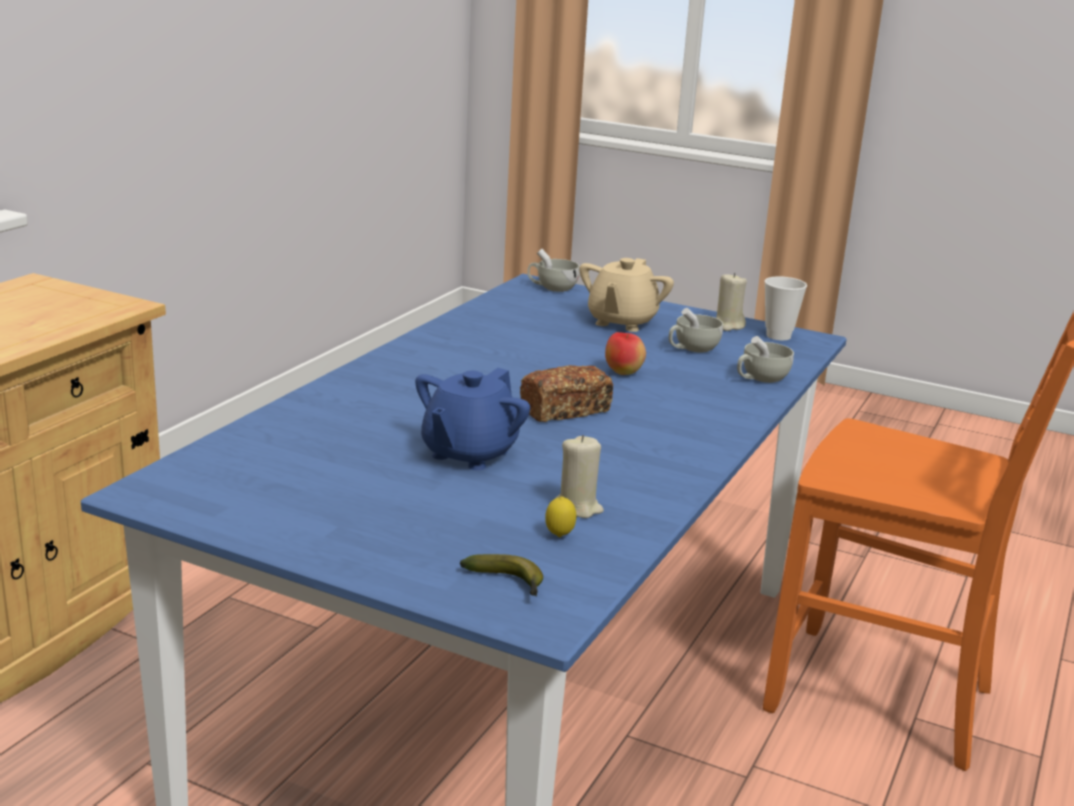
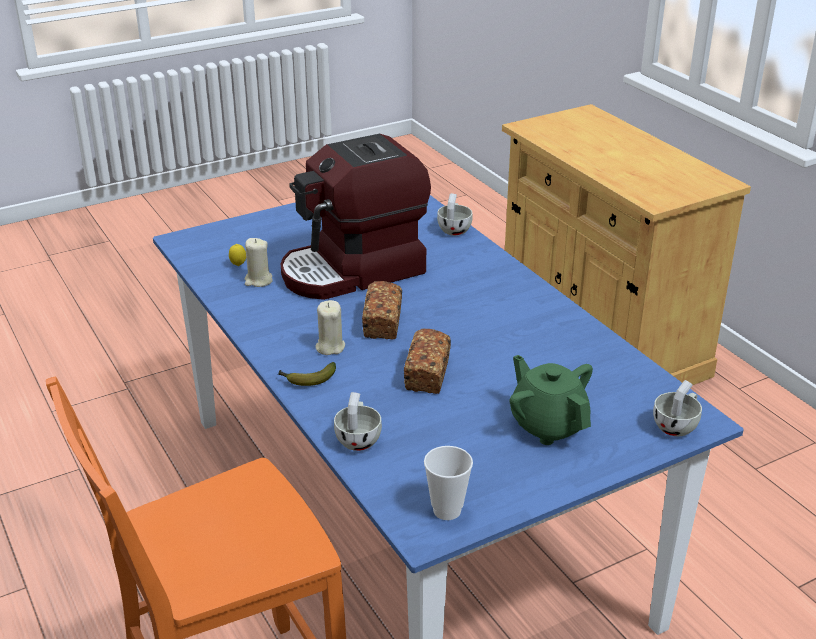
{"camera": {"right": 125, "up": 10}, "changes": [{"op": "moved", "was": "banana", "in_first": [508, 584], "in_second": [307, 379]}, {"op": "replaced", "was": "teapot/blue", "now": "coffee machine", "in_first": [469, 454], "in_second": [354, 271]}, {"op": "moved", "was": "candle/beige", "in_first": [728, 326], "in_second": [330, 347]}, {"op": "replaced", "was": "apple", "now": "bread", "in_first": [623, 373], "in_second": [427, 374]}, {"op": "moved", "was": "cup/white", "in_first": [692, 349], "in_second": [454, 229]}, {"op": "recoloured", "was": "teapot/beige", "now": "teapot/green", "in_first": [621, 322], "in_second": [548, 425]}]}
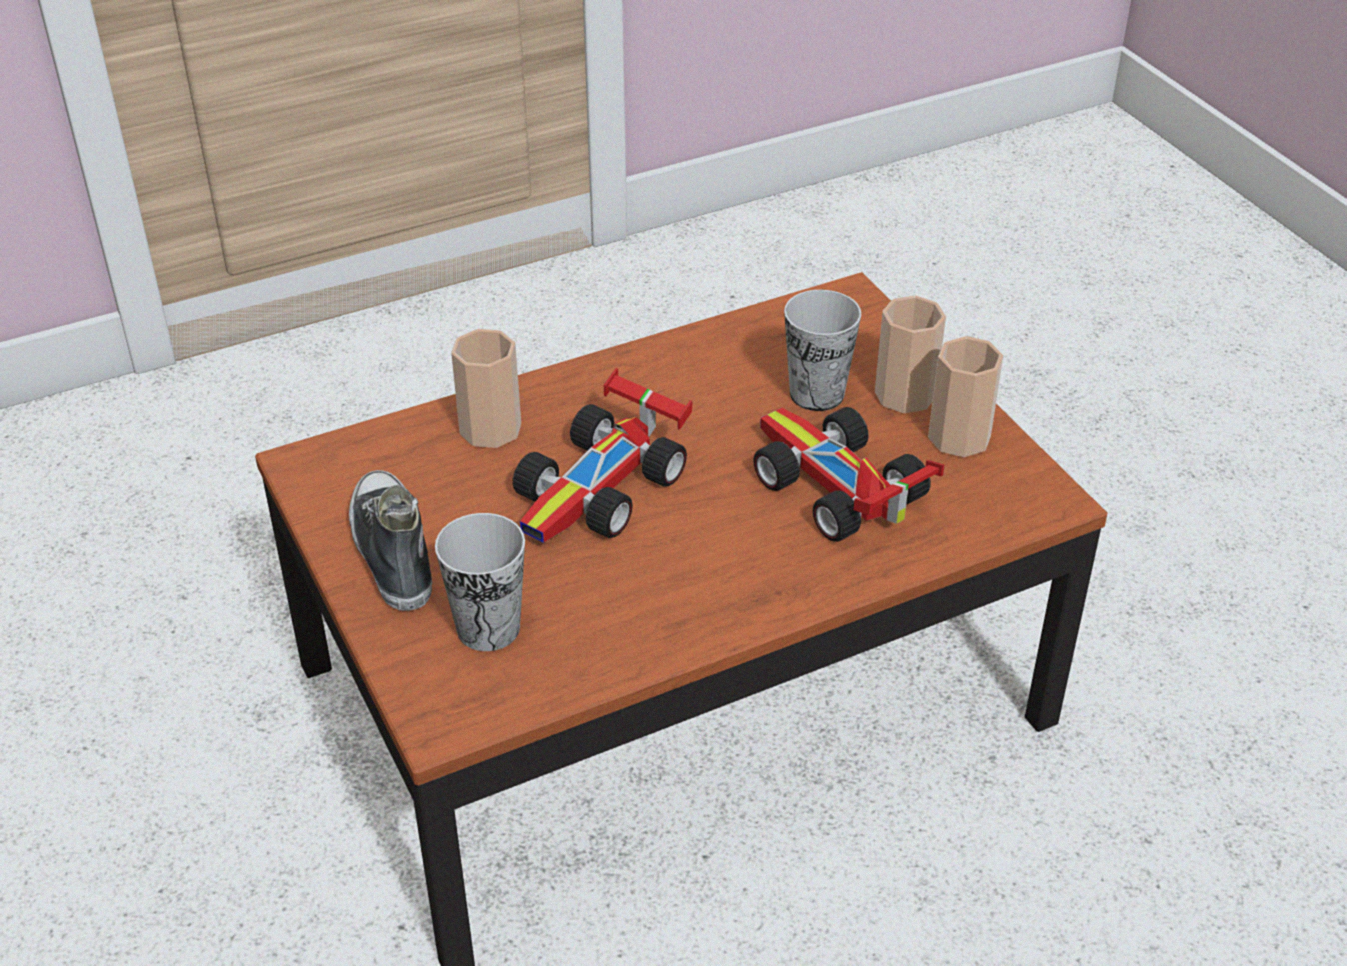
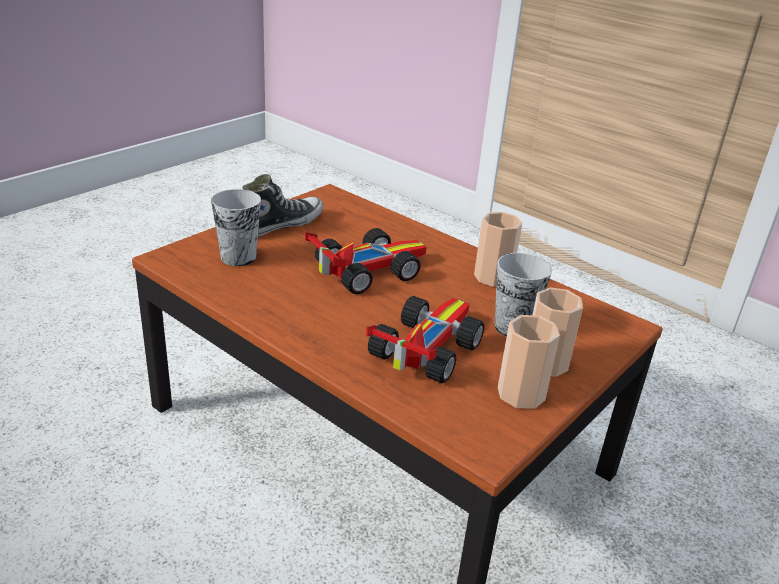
{"camera": {"right": 65, "up": -10}, "changes": [{"op": "turned", "was": "toy car", "in_first": [602, 488], "in_second": [366, 270], "clockwise": 135}, {"op": "moved", "was": "cup", "in_first": [490, 429], "in_second": [493, 277]}]}
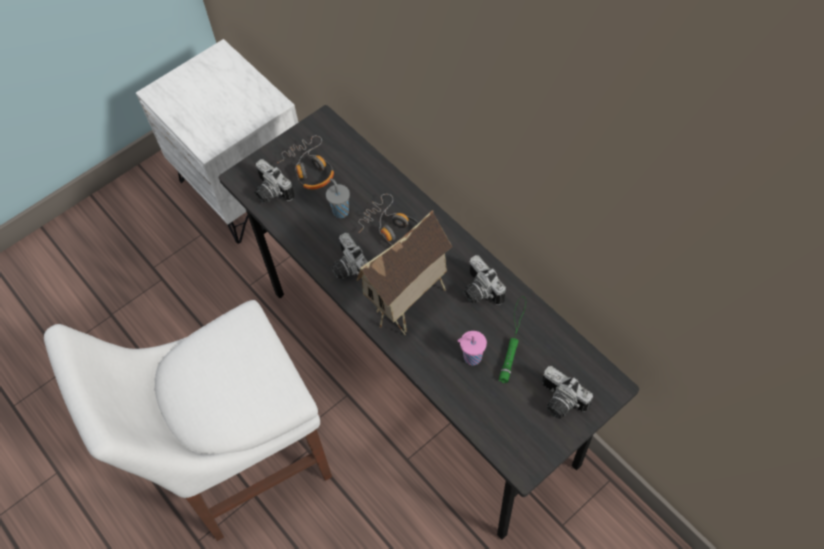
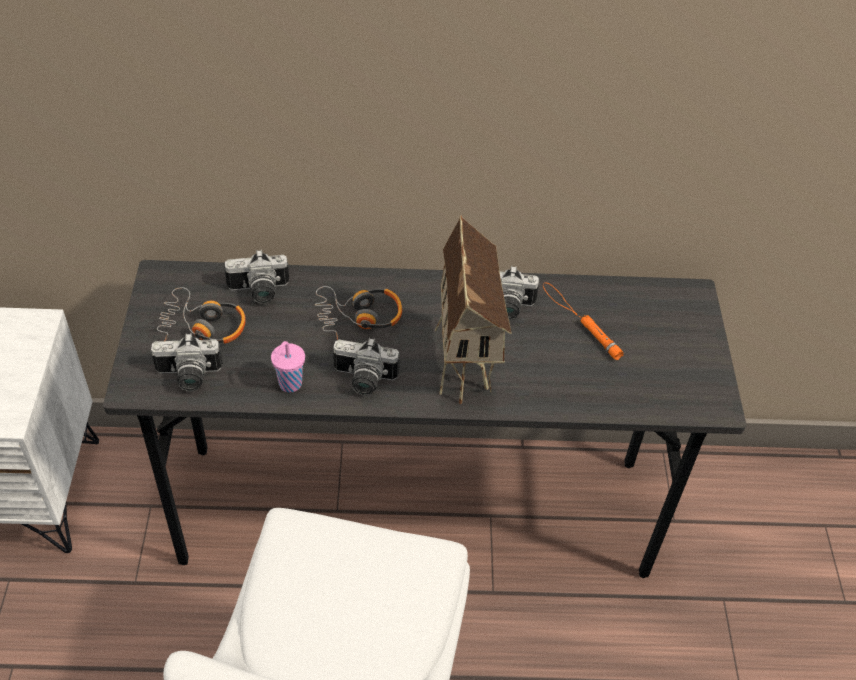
{"camera": {"right": -55, "up": -10}, "changes": [{"op": "moved", "was": "photo camera", "in_first": [559, 402], "in_second": [259, 292]}, {"op": "moved", "was": "cup/pink", "in_first": [471, 357], "in_second": [289, 385]}, {"op": "recoloured", "was": "flashlight/green", "now": "flashlight/orange", "in_first": [513, 339], "in_second": [580, 320]}, {"op": "removed", "was": "cup/grey", "in_first": [340, 211]}]}
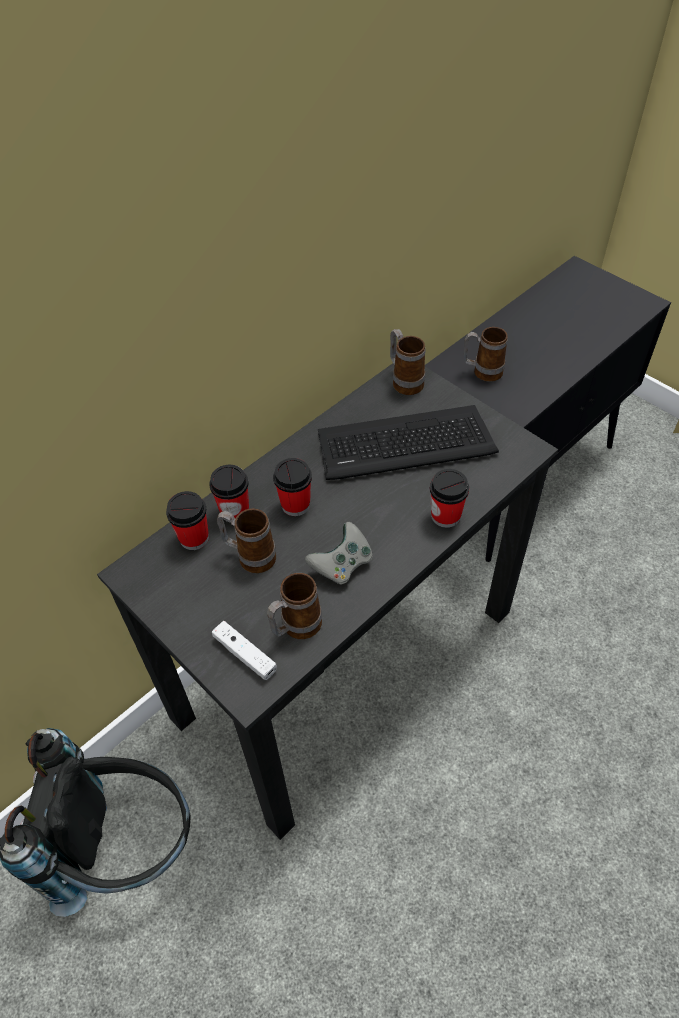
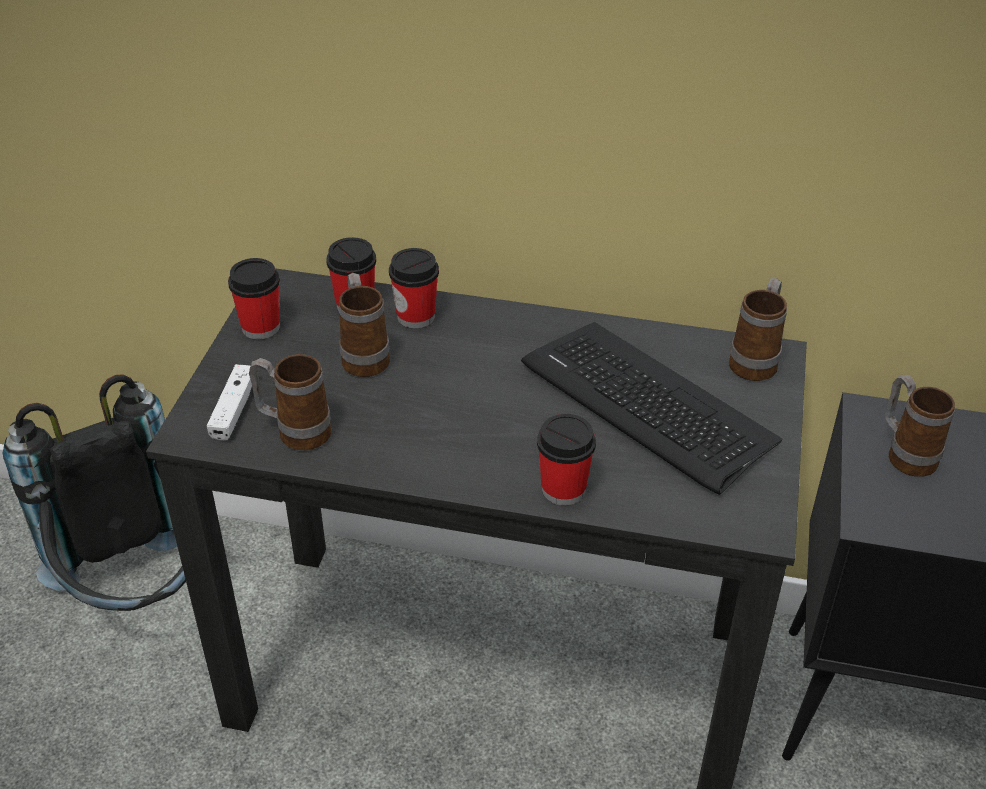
{"camera": {"right": 55, "up": -10}, "changes": [{"op": "moved", "was": "cup", "in_first": [295, 504], "in_second": [261, 327]}, {"op": "removed", "was": "game controller/grey", "in_first": [342, 565]}]}
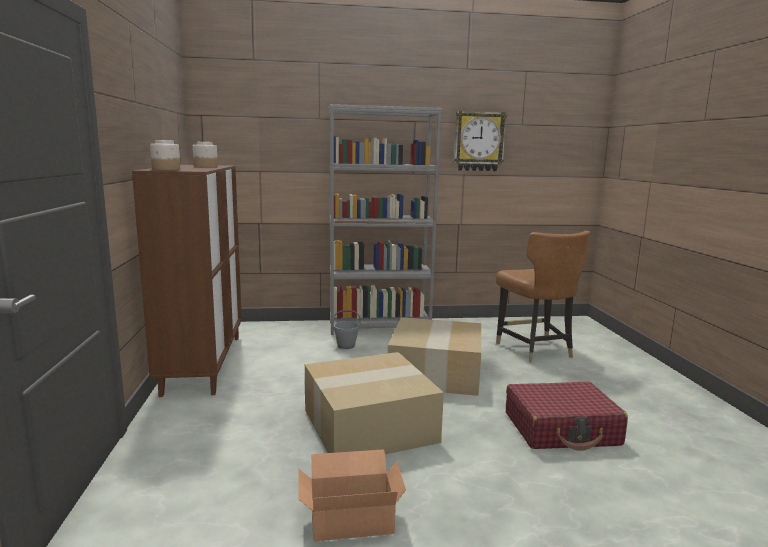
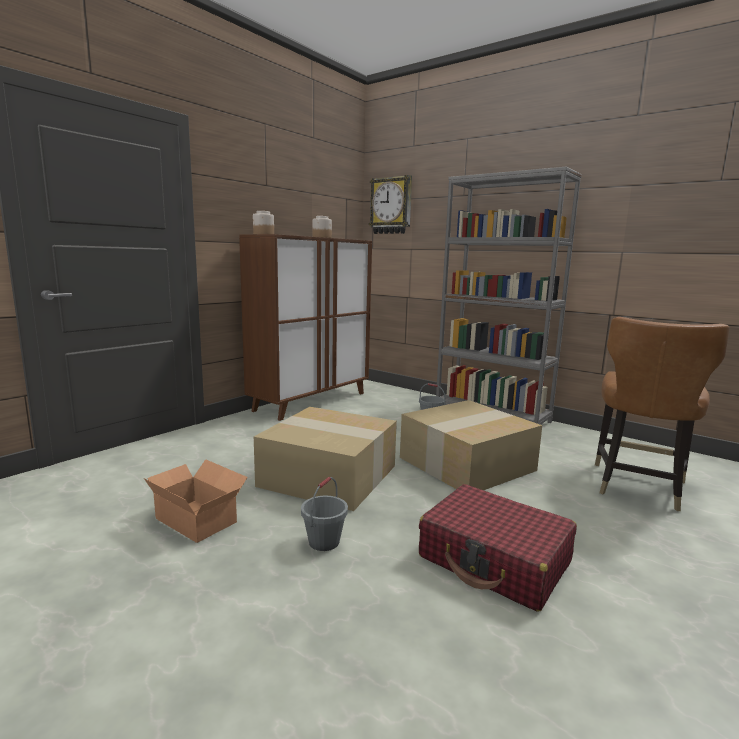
{"camera": {"right": 45, "up": 0}, "changes": [{"op": "added", "now": "bucket/grey", "in_second": [324, 541]}, {"op": "moved", "was": "wall clock", "in_first": [478, 141], "in_second": [391, 206]}]}
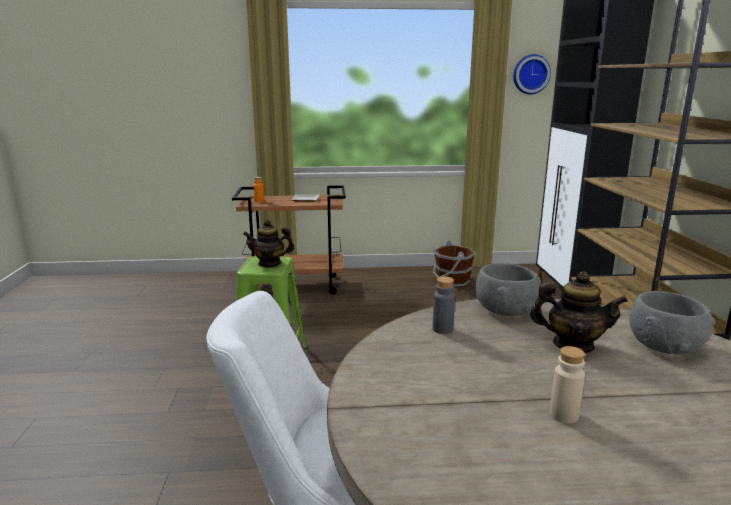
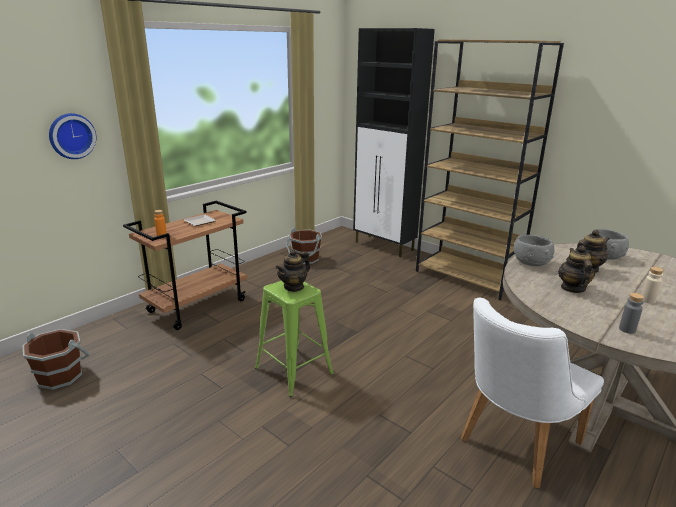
{"camera": {"right": -45, "up": 5}, "changes": [{"op": "added", "now": "bucket/brown", "in_second": [60, 375]}, {"op": "moved", "was": "wall clock", "in_first": [530, 74], "in_second": [71, 136]}, {"op": "added", "now": "teapot", "in_second": [572, 288]}, {"op": "moved", "was": "bottle/grey", "in_first": [442, 329], "in_second": [627, 329]}]}
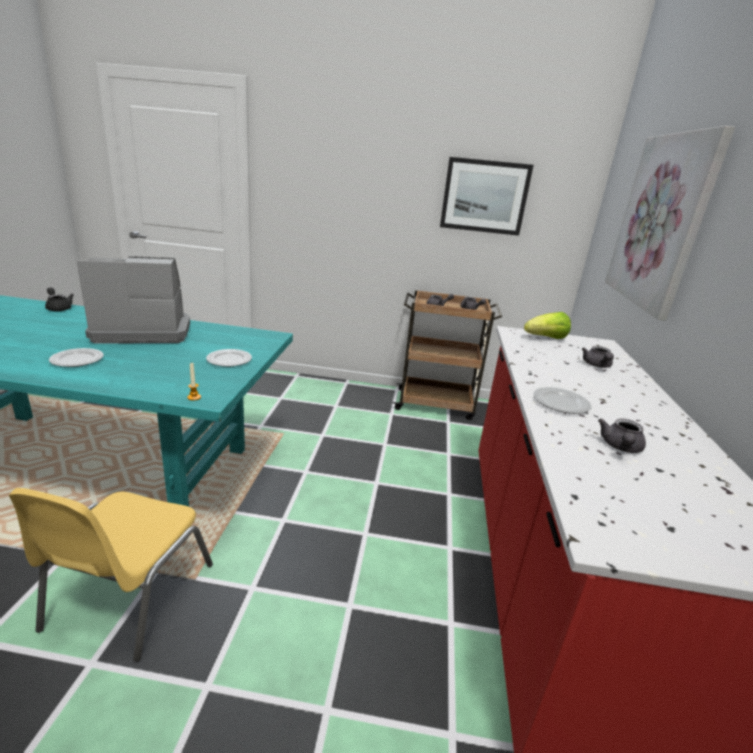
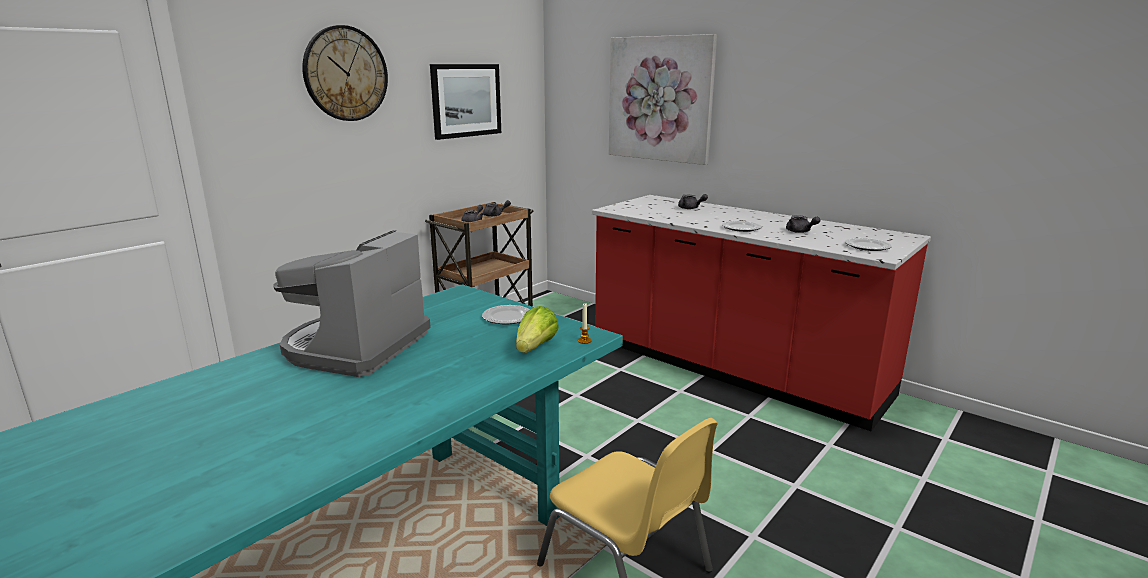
{"camera": {"right": -55, "up": -5}, "changes": [{"op": "added", "now": "wall clock", "in_second": [345, 74]}, {"op": "moved", "was": "lettuce", "in_first": [546, 338], "in_second": [535, 348]}, {"op": "moved", "was": "plate", "in_first": [76, 360], "in_second": [867, 247]}, {"op": "removed", "was": "teapot/black", "in_first": [58, 308]}]}
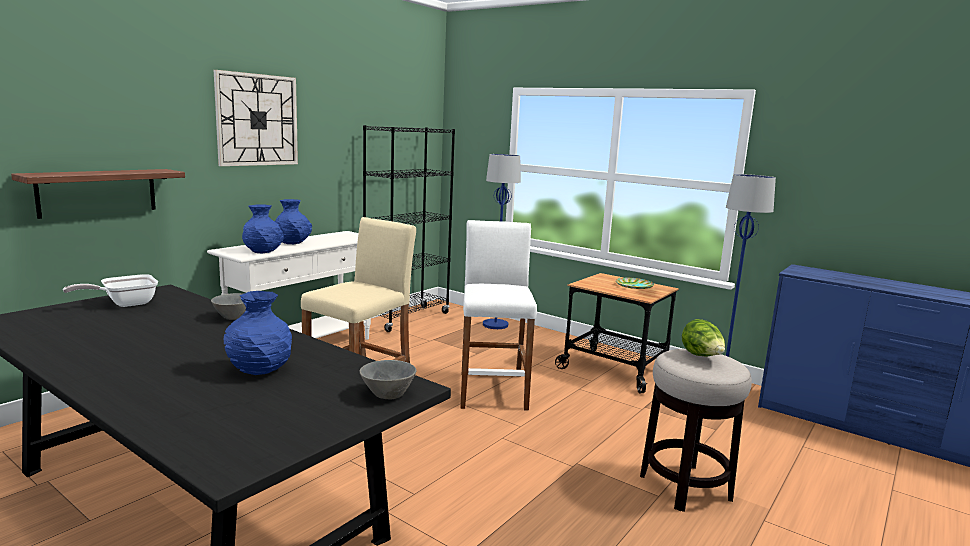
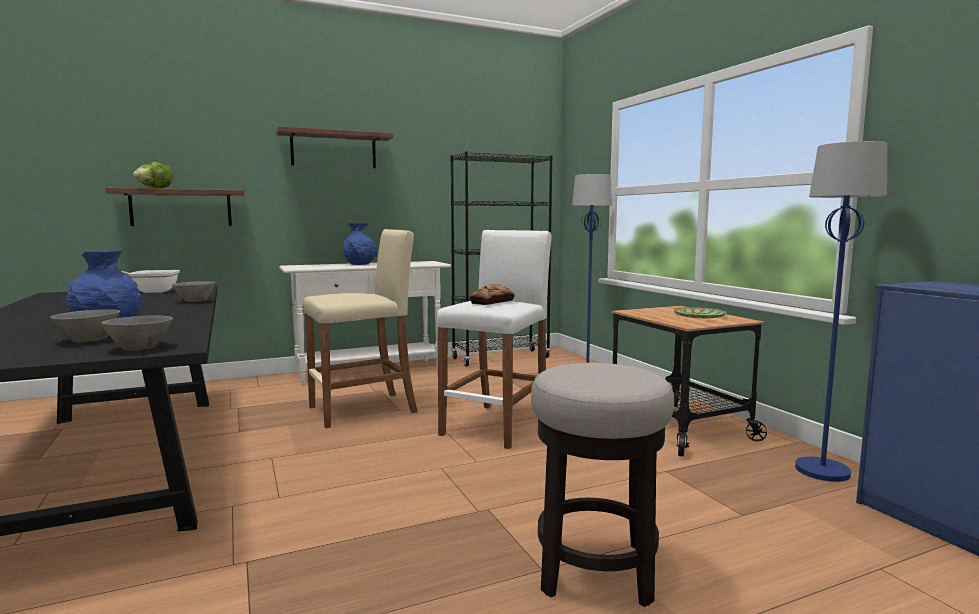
{"camera": {"right": 30, "up": -5}, "changes": [{"op": "added", "now": "bowl/grey", "in_second": [89, 340]}, {"op": "moved", "was": "lettuce", "in_first": [702, 357], "in_second": [154, 188]}, {"op": "replaced", "was": "wall clock", "now": "shelf", "in_first": [257, 120], "in_second": [333, 150]}, {"op": "added", "now": "bread", "in_second": [492, 302]}, {"op": "removed", "was": "vase/blue", "in_first": [263, 251]}]}
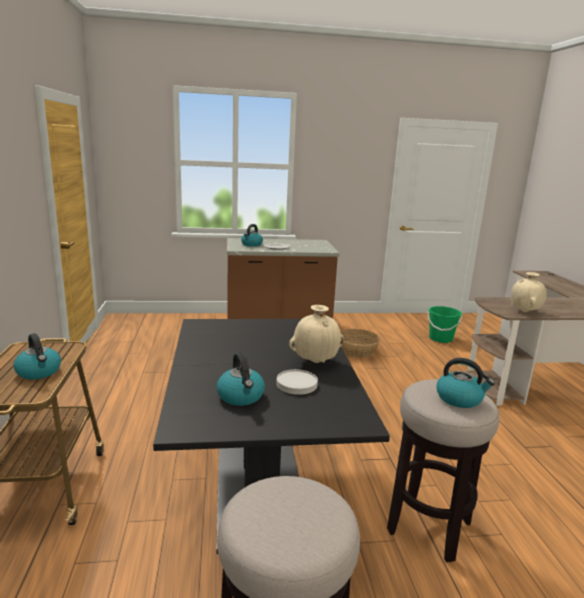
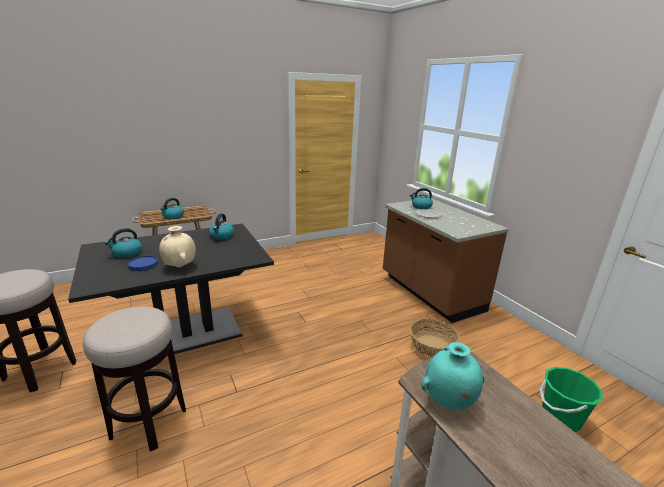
{"camera": {"right": 70, "up": 5}, "changes": [{"op": "recoloured", "was": "plate/white", "now": "plate/blue", "in_first": [297, 384], "in_second": [143, 265]}, {"op": "moved", "was": "kettle", "in_first": [459, 399], "in_second": [221, 236]}, {"op": "recoloured", "was": "vase/beige", "now": "vase/turquoise", "in_first": [524, 312], "in_second": [448, 401]}]}
